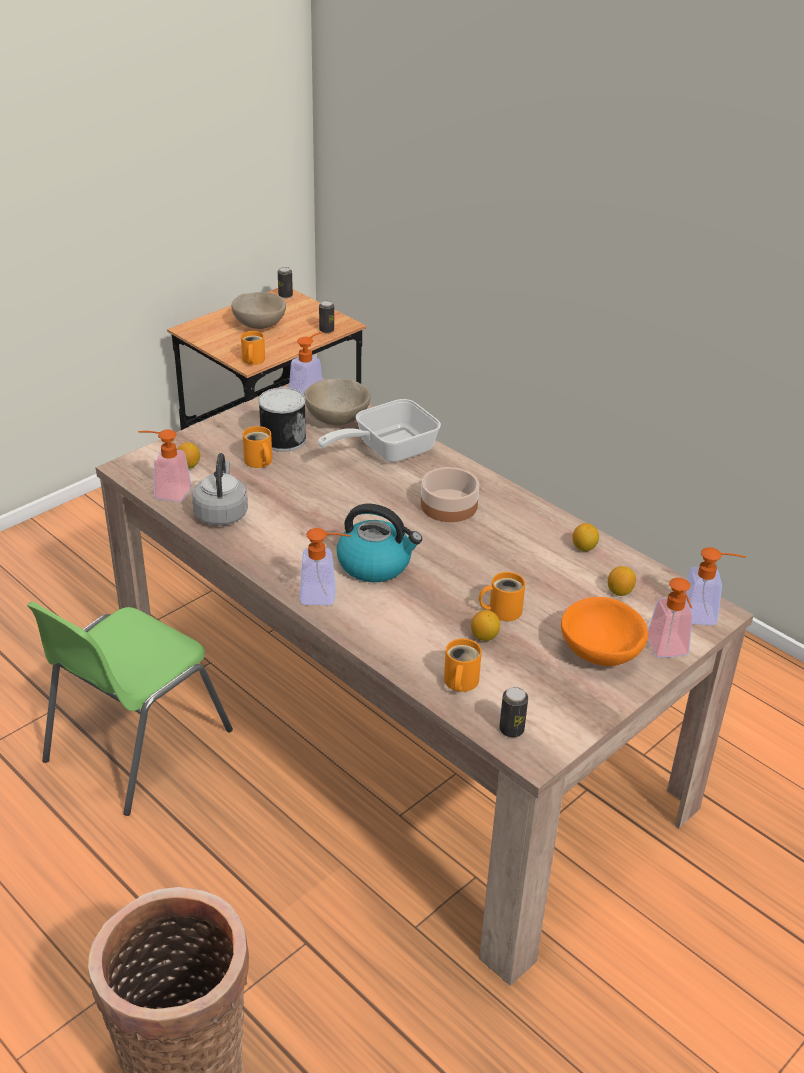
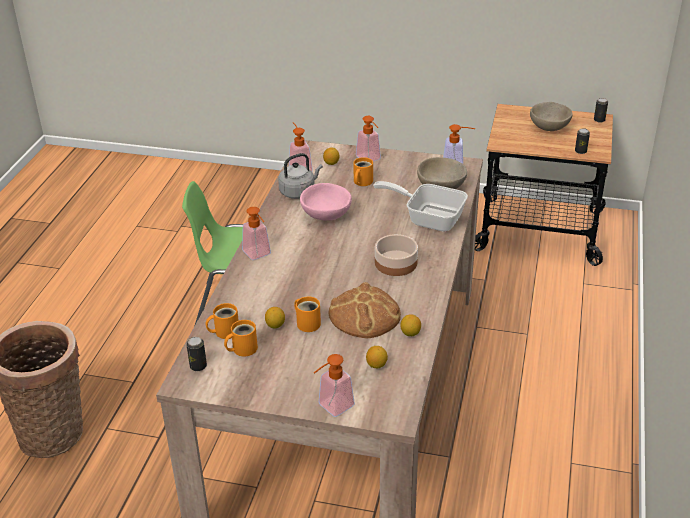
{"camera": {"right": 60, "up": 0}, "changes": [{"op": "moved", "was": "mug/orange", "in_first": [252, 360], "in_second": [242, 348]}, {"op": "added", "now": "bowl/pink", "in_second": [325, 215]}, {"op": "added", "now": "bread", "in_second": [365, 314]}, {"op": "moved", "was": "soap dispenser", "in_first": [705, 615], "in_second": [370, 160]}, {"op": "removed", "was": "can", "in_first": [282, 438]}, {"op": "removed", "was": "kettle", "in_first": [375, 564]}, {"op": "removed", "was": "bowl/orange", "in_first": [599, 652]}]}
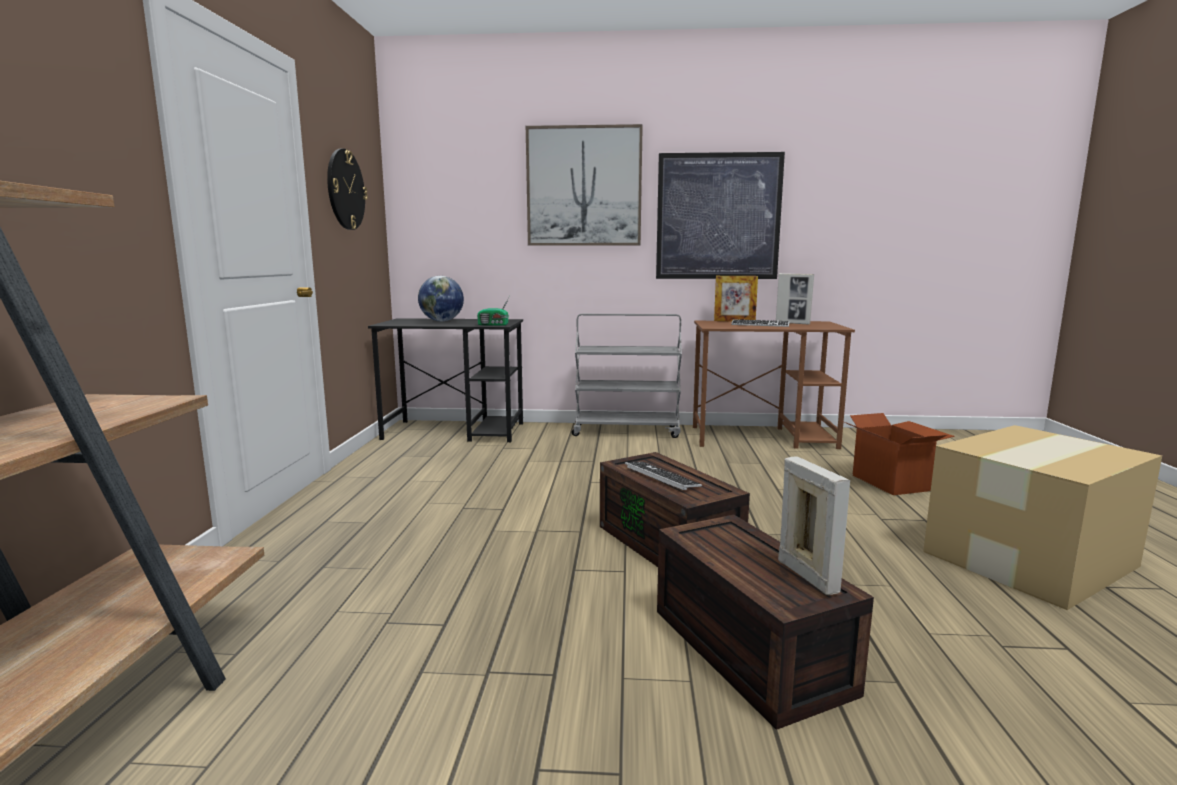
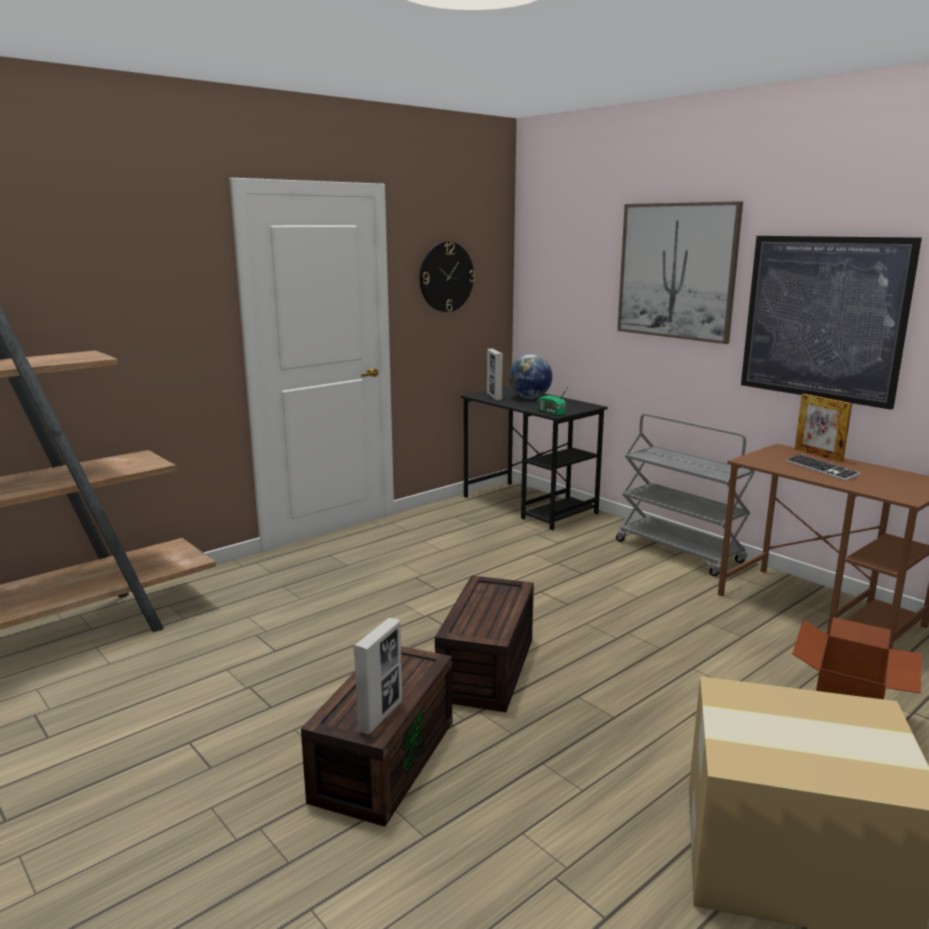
{"camera": {"right": 45, "up": 5}, "changes": [{"op": "moved", "was": "picture frame", "in_first": [792, 323], "in_second": [494, 397]}, {"op": "removed", "was": "keyboard", "in_first": [661, 476]}]}
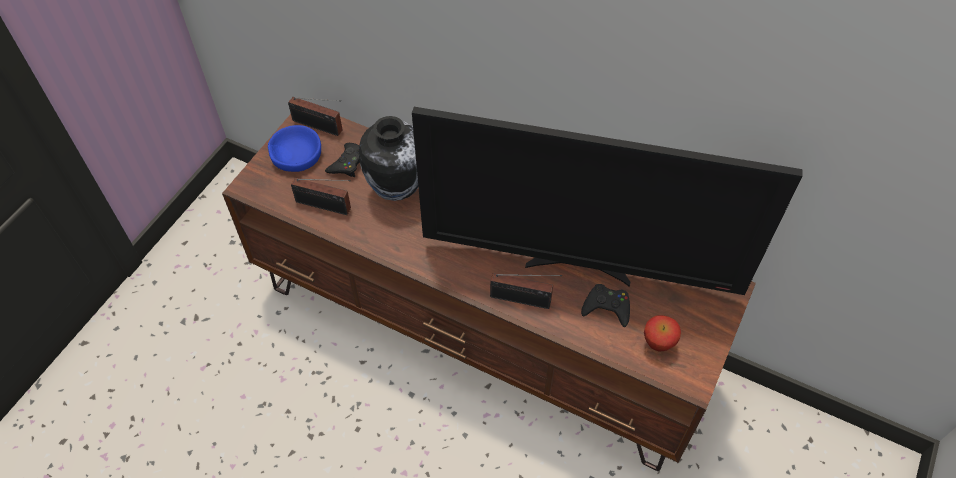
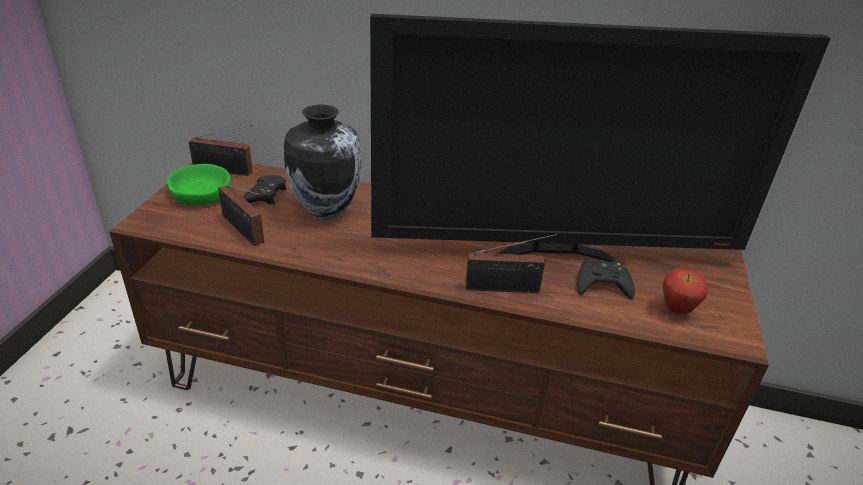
{"camera": {"right": -15, "up": -20}, "changes": [{"op": "recoloured", "was": "bowl/blue", "now": "bowl/green", "in_first": [296, 154], "in_second": [201, 193]}, {"op": "turned", "was": "radio", "in_first": [326, 206], "in_second": [244, 231], "clockwise": 45}]}
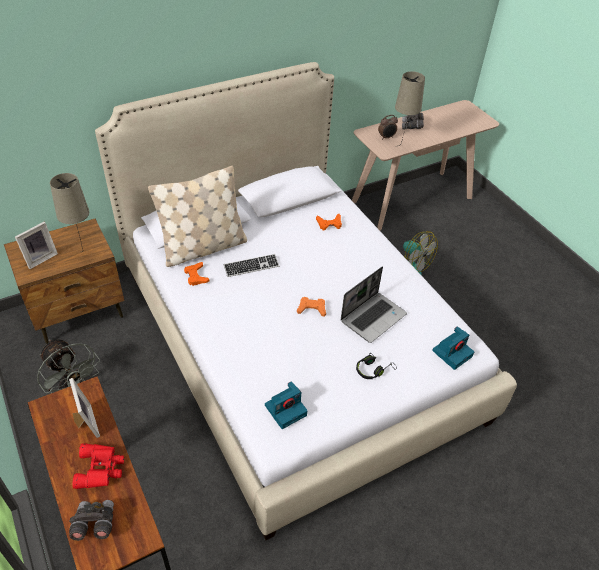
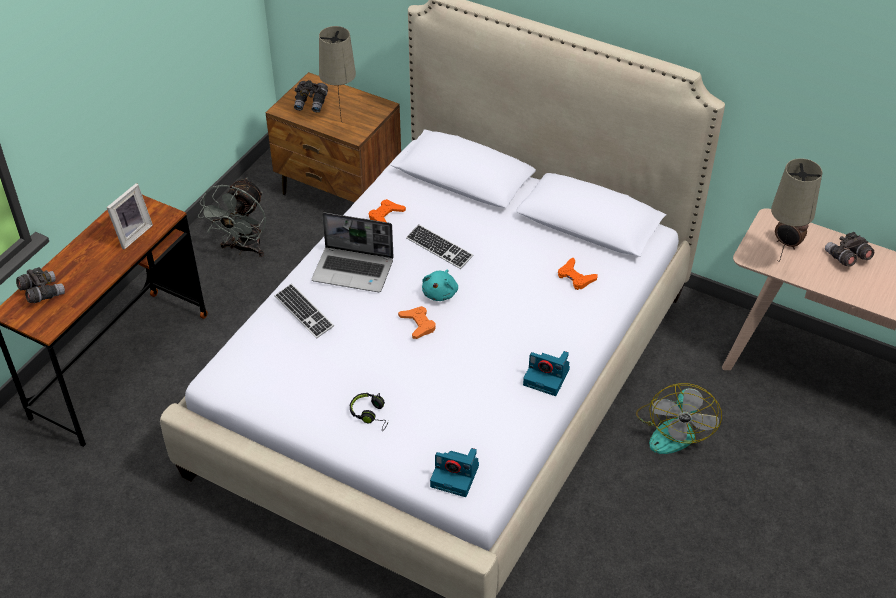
{"camera": {"right": 60, "up": 0}, "changes": [{"op": "added", "now": "keyboard", "in_second": [304, 312]}, {"op": "replaced", "was": "picture frame", "now": "binoculars/grey", "in_first": [40, 258], "in_second": [311, 103]}, {"op": "moved", "was": "laptop", "in_first": [373, 317], "in_second": [354, 270]}, {"op": "added", "now": "plush toy/turquoise", "in_second": [440, 293]}, {"op": "moved", "was": "photo camera", "in_first": [286, 409], "in_second": [547, 377]}, {"op": "removed", "was": "binoculars/red", "in_first": [101, 468]}, {"op": "removed", "was": "pillow/beige", "in_first": [203, 248]}]}
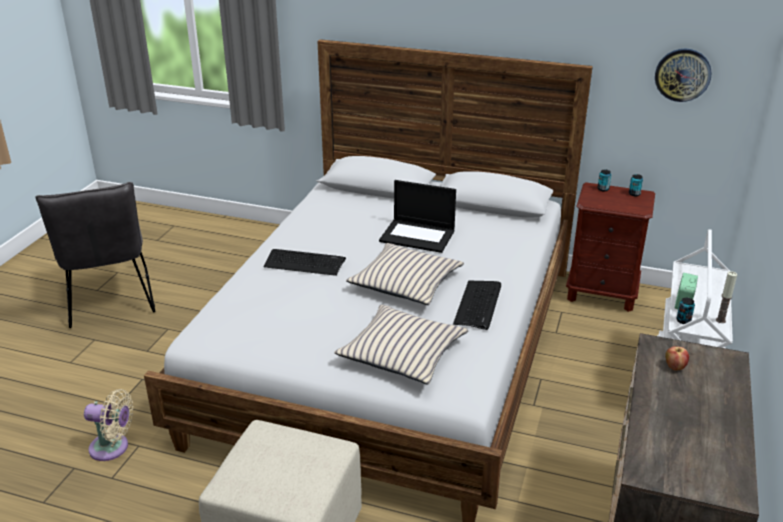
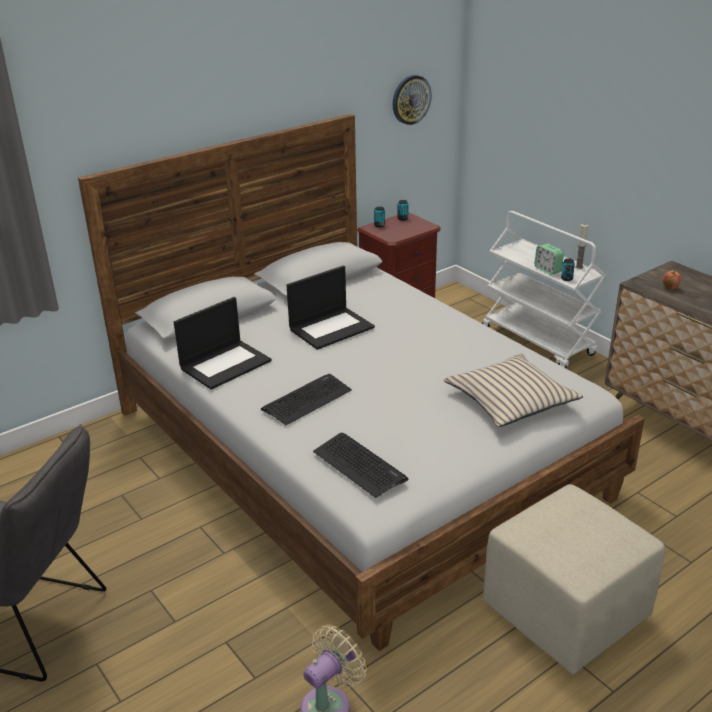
{"camera": {"right": -55, "up": 0}, "changes": [{"op": "added", "now": "laptop", "in_second": [226, 364]}, {"op": "moved", "was": "keyboard", "in_first": [478, 305], "in_second": [359, 465]}, {"op": "removed", "was": "pillow/beige", "in_first": [405, 283]}]}
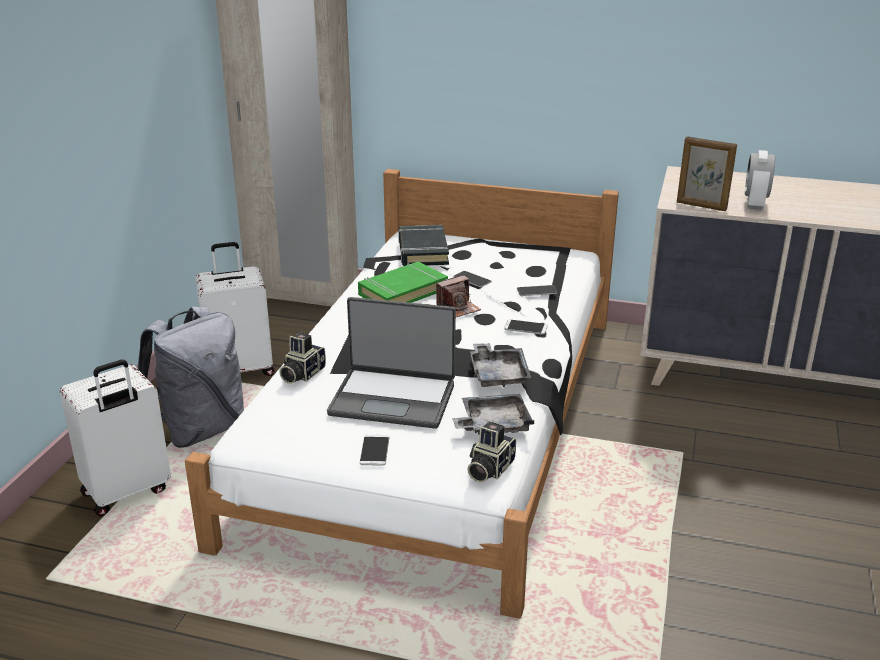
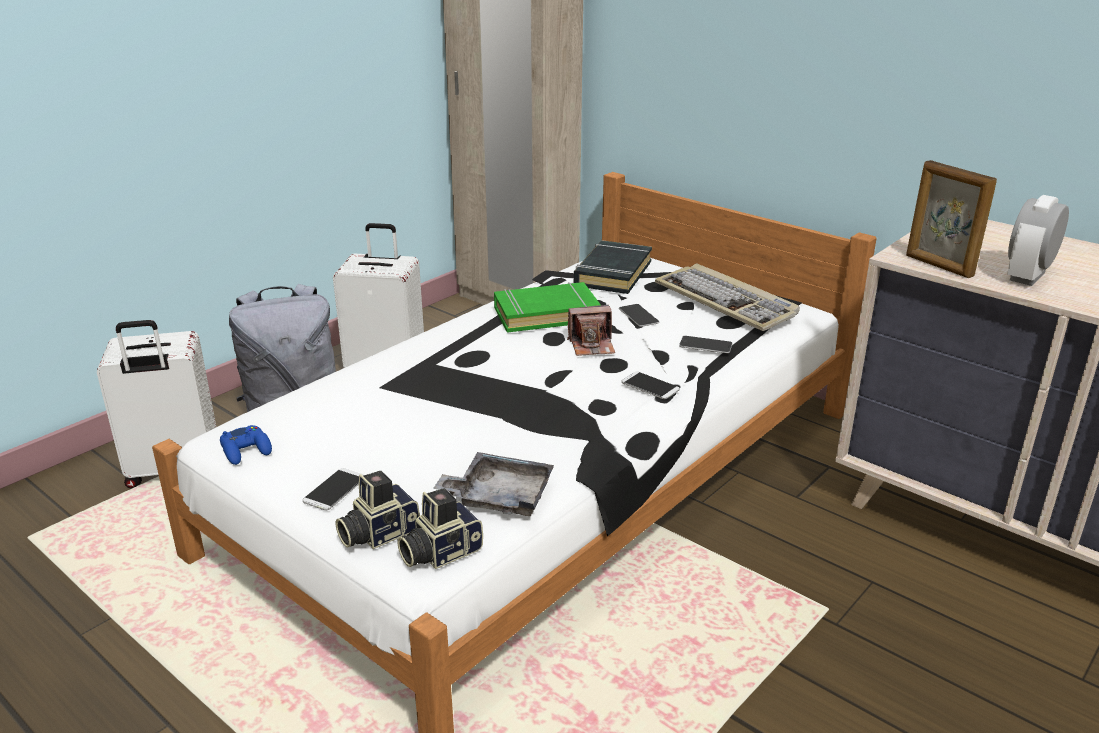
{"camera": {"right": 25, "up": 0}, "changes": [{"op": "added", "now": "game controller/blue", "in_second": [246, 450]}, {"op": "moved", "was": "photo camera", "in_first": [301, 374], "in_second": [377, 533]}, {"op": "added", "now": "keyboard", "in_second": [727, 302]}, {"op": "removed", "was": "laptop", "in_first": [393, 398]}, {"op": "removed", "was": "tray/grey", "in_first": [498, 374]}]}
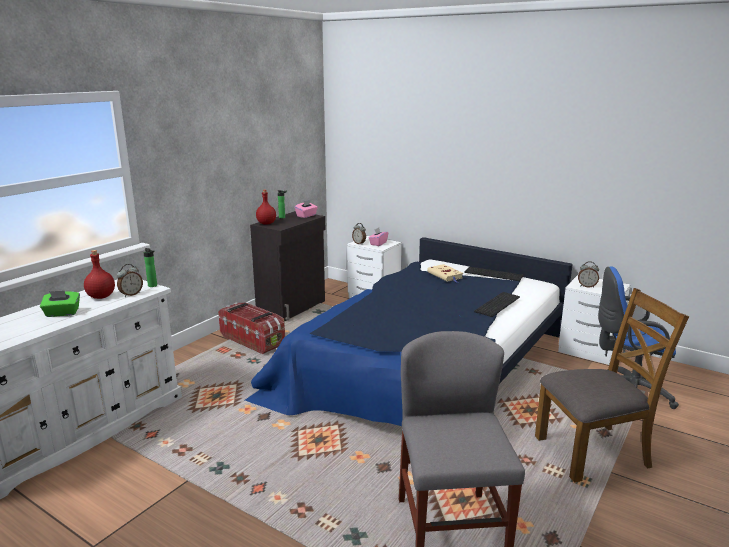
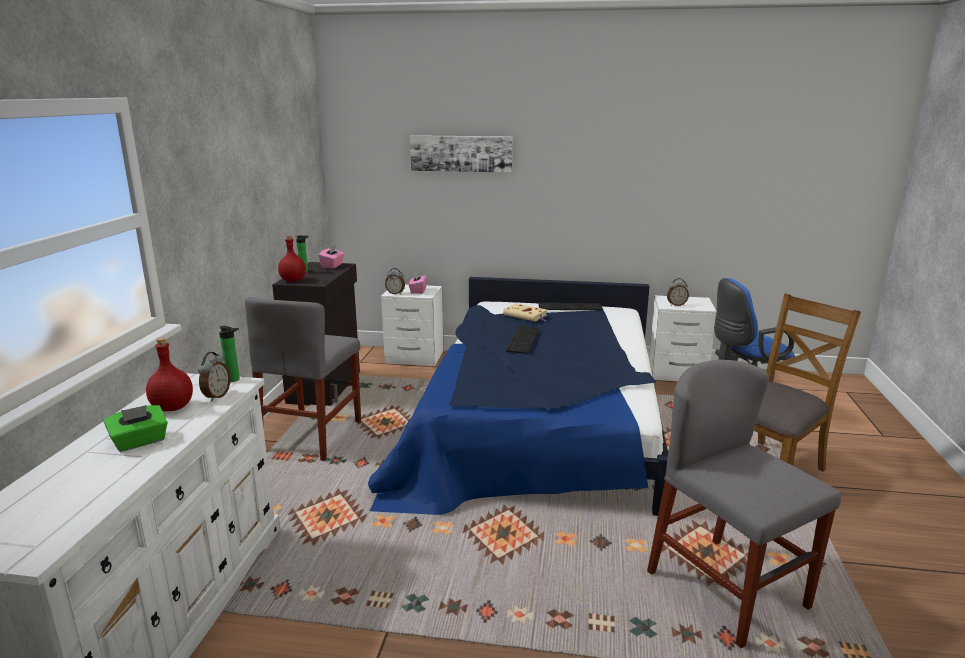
{"camera": {"right": -25, "up": 0}, "changes": [{"op": "replaced", "was": "storage box", "now": "chair/grey", "in_first": [253, 340], "in_second": [312, 436]}, {"op": "added", "now": "picture", "in_second": [461, 153]}, {"op": "moved", "was": "keyboard", "in_first": [496, 304], "in_second": [522, 339]}]}
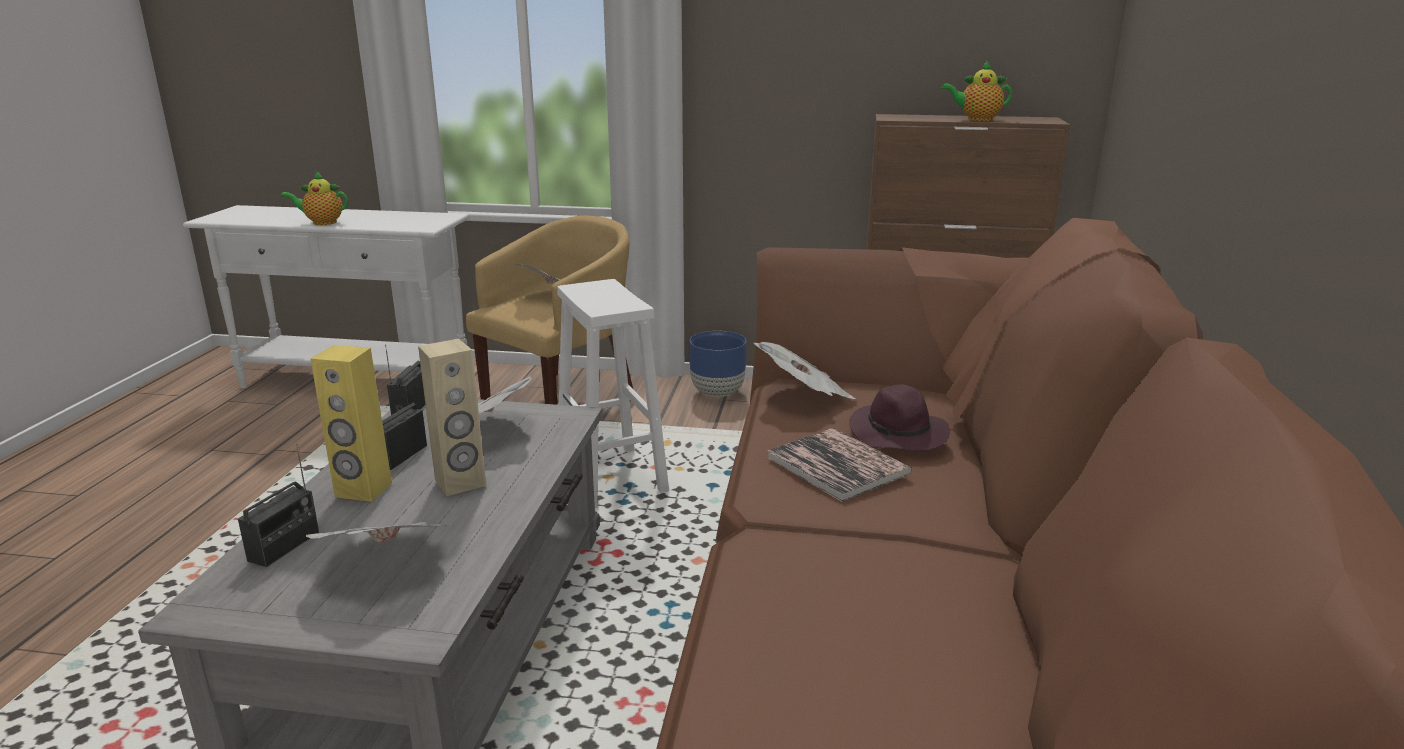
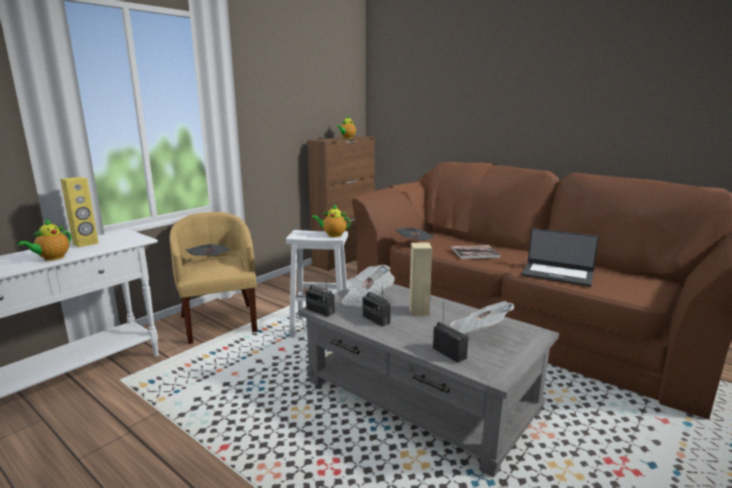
{"camera": {"right": -60, "up": -5}, "changes": [{"op": "moved", "was": "speaker/yellow", "in_first": [363, 490], "in_second": [86, 243]}, {"op": "added", "now": "teapot", "in_second": [333, 235]}, {"op": "added", "now": "laptop", "in_second": [557, 274]}, {"op": "removed", "was": "planter/blue", "in_first": [717, 393]}, {"op": "removed", "was": "hat/purple", "in_first": [899, 434]}]}
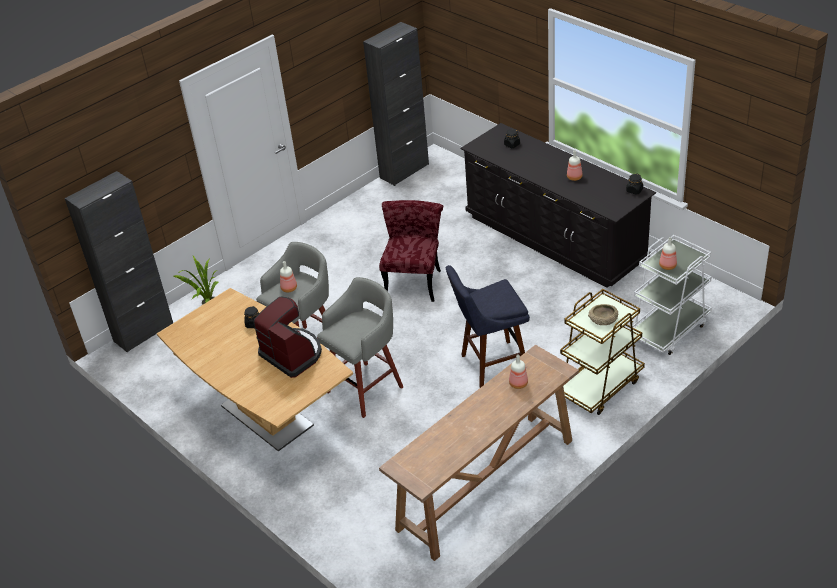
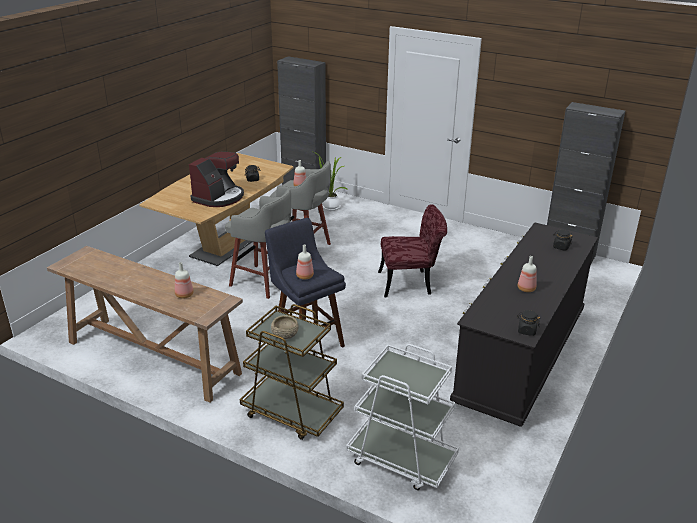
{"camera": {"right": 70, "up": -10}, "changes": [{"op": "moved", "was": "bottle", "in_first": [667, 266], "in_second": [304, 276]}]}
